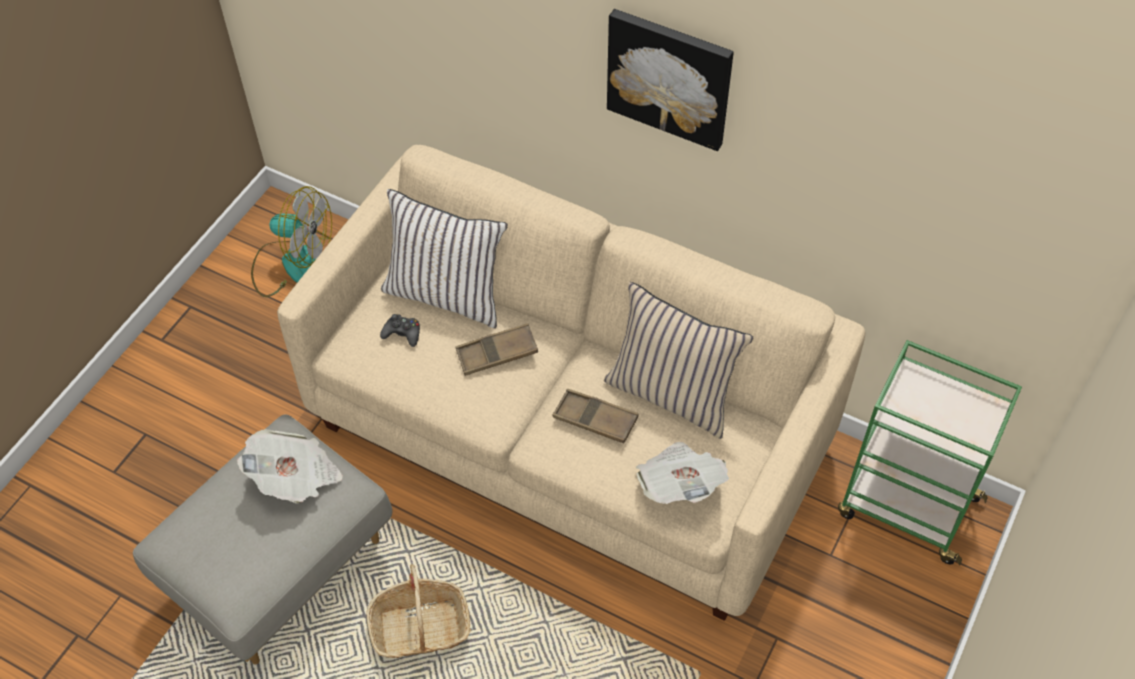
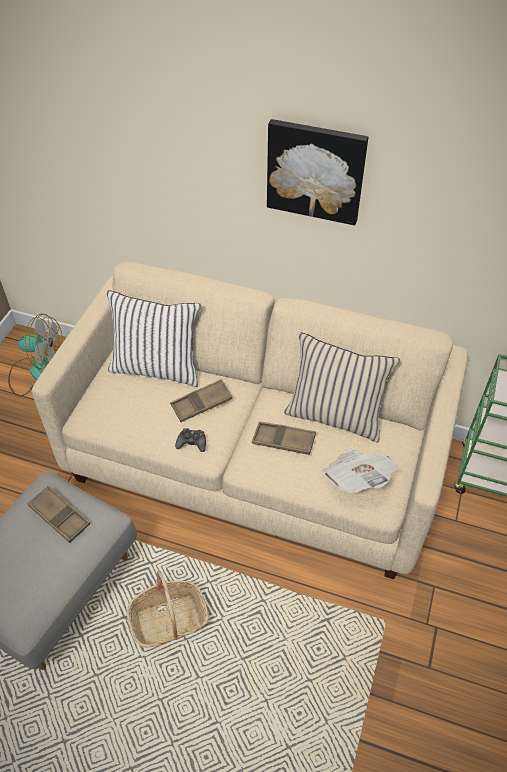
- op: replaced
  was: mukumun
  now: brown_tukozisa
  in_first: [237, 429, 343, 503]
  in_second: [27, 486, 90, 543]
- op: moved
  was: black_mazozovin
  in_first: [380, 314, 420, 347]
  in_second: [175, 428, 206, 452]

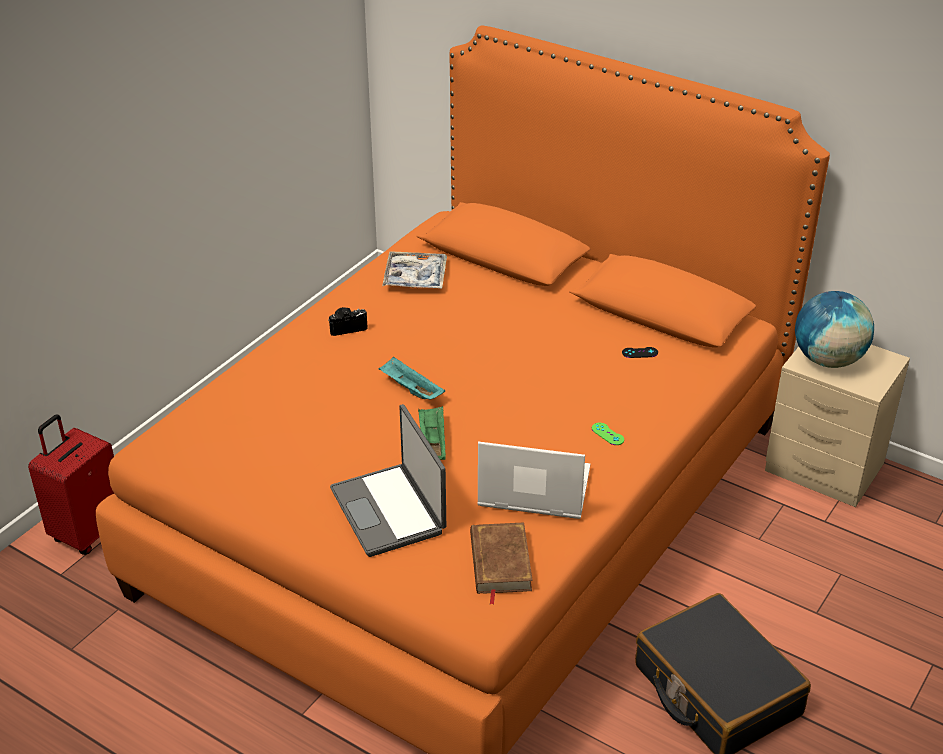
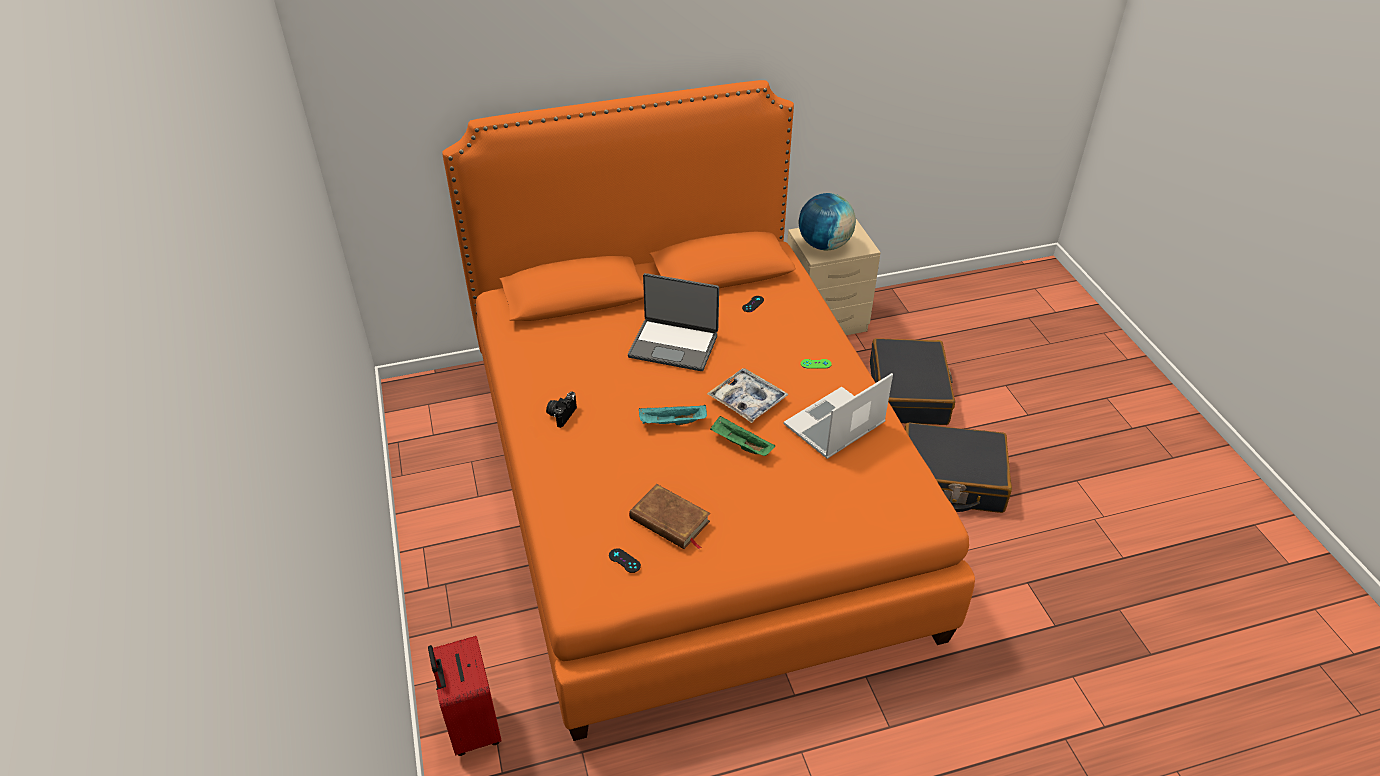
- op: added
  now: black_mazozovin
  in_second: [609, 548, 641, 573]
- op: moved
  was: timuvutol
  in_first: [330, 404, 446, 557]
  in_second: [628, 273, 719, 371]
- op: moved
  was: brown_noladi
  in_first: [470, 523, 533, 605]
  in_second: [629, 484, 710, 550]
- op: moved
  was: tukozisa
  in_first: [382, 251, 447, 289]
  in_second: [707, 368, 789, 423]
- op: added
  now: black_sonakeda
  in_second: [870, 338, 955, 425]

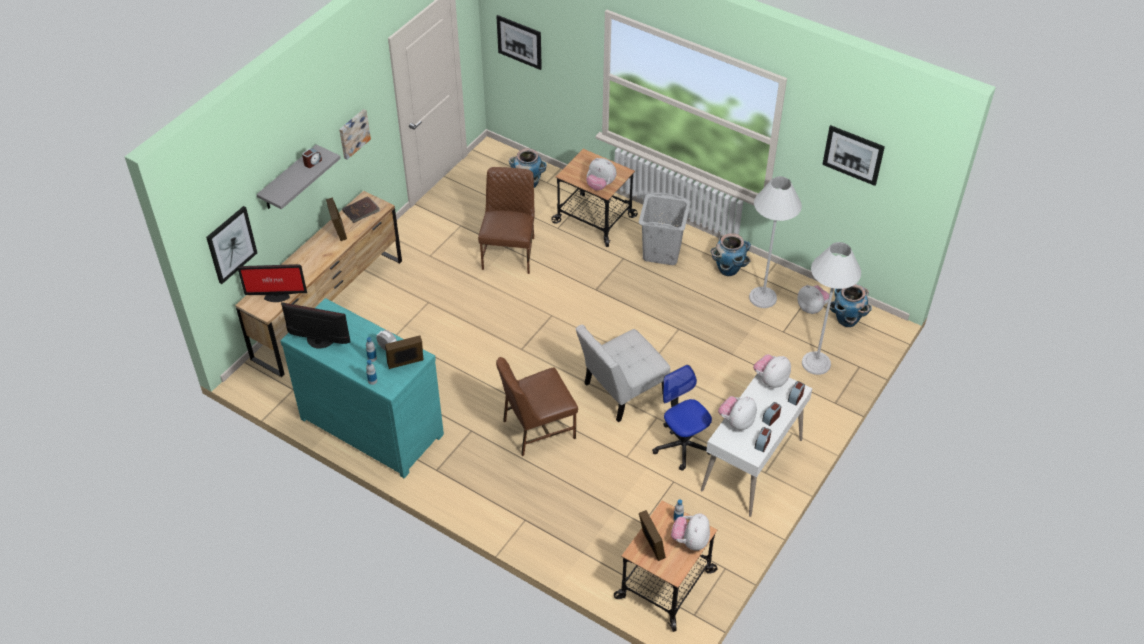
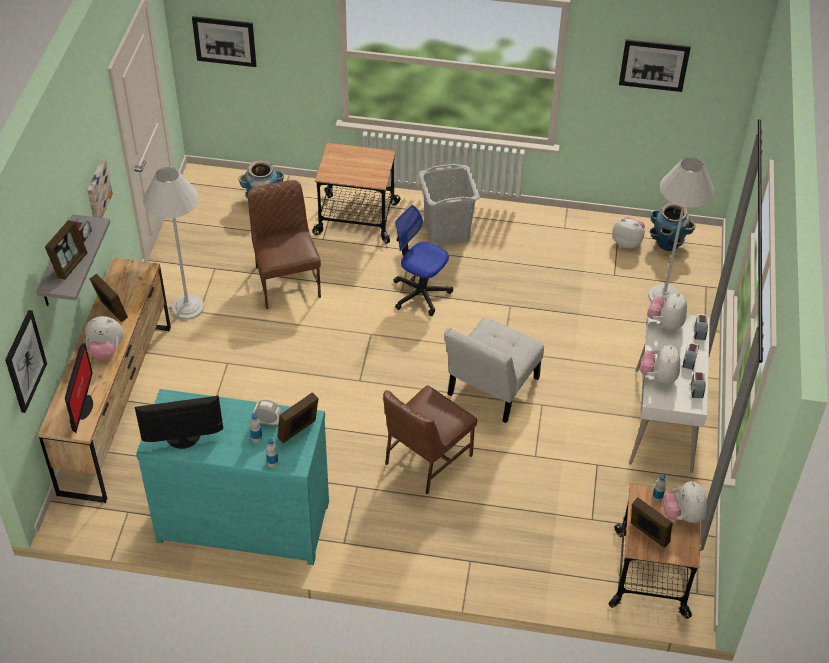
- op: added
  now: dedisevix
  in_second: [45, 220, 88, 280]
- op: turned
  was: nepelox
  in_first: [238, 264, 307, 302]
  in_second: [65, 343, 93, 433]
  clockwise: -60
- op: moved
  was: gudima
  in_first: [586, 158, 616, 191]
  in_second: [85, 316, 123, 359]
- op: moved
  was: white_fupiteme
  in_first: [749, 176, 802, 308]
  in_second: [143, 167, 204, 320]
- op: moved
  was: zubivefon
  in_first: [652, 365, 712, 471]
  in_second: [393, 205, 453, 316]
- op: removed
  was: brown_noladi
  in_first: [342, 197, 380, 223]
- op: removed
  was: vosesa
  in_first: [710, 233, 751, 276]

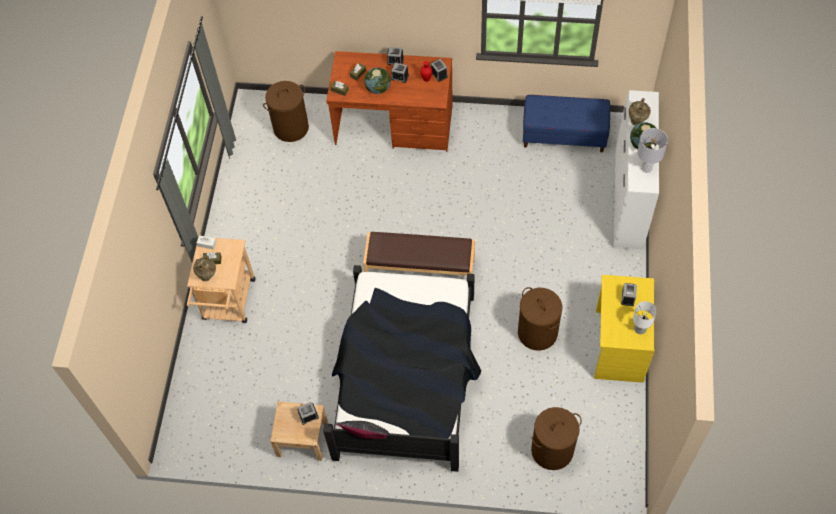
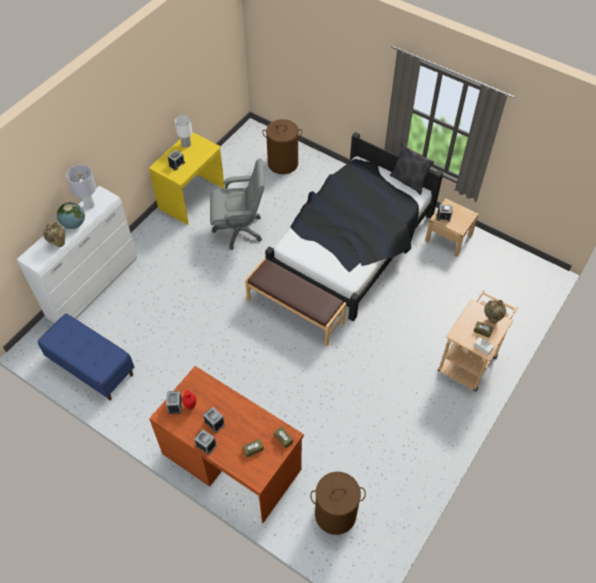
- op: replaced
  was: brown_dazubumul
  now: grey_zubivefon
  in_first: [518, 287, 562, 351]
  in_second: [210, 159, 264, 250]
- op: removed
  was: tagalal
  in_first: [364, 68, 391, 94]

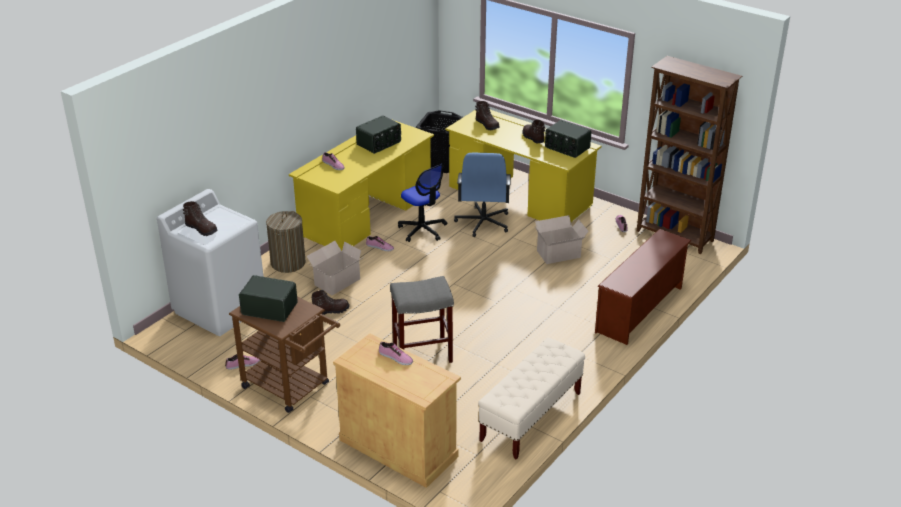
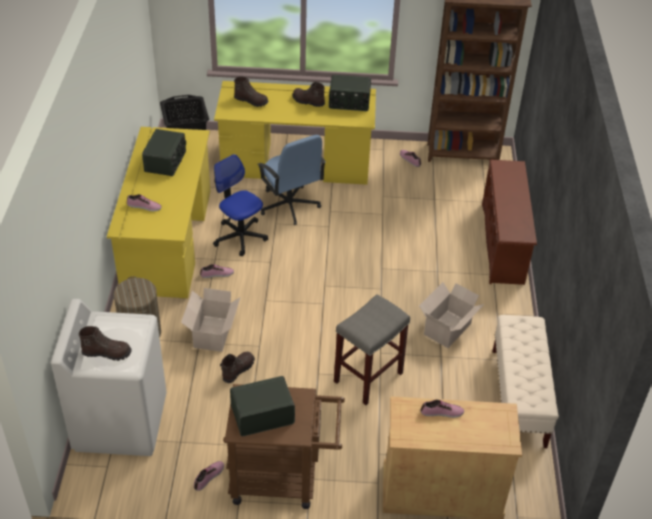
- op: turned
  was: zubivefon
  in_first: [398, 164, 447, 242]
  in_second: [213, 154, 268, 256]
  clockwise: -150
- op: moved
  was: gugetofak
  in_first: [535, 215, 589, 264]
  in_second: [419, 282, 484, 348]

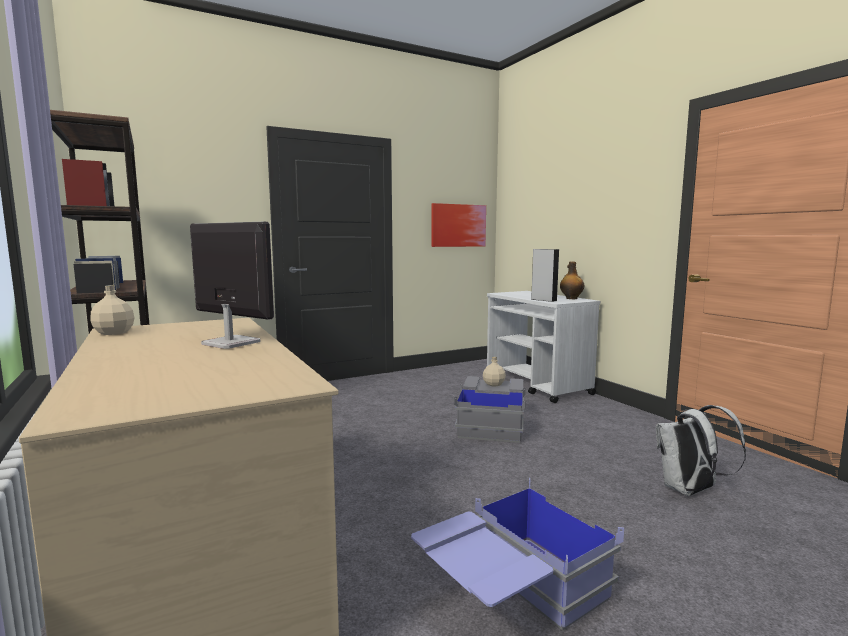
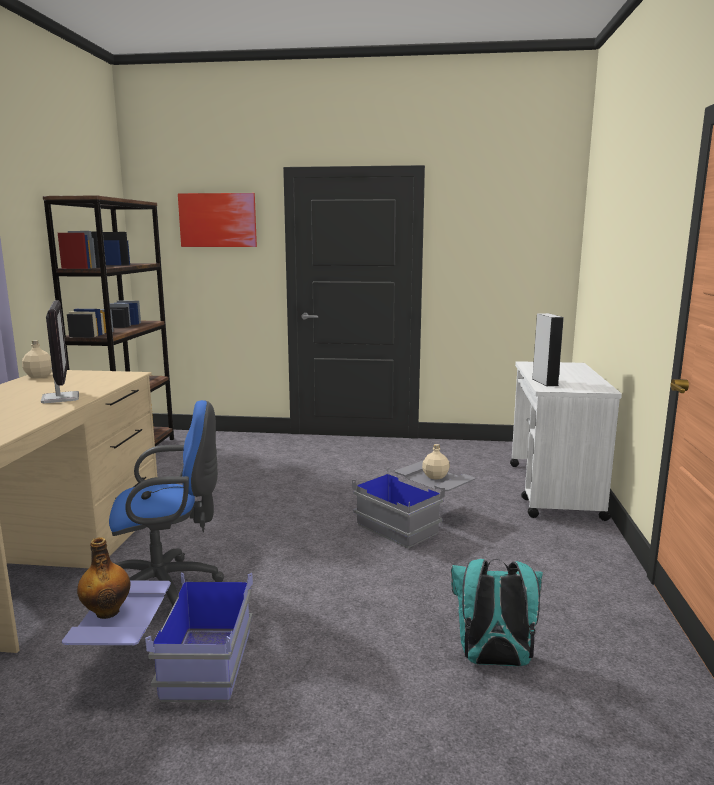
- op: moved
  was: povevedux
  in_first: [560, 261, 584, 299]
  in_second: [77, 537, 130, 619]
- op: added
  now: blue_zubivefon
  in_second: [109, 400, 224, 608]
- op: moved
  was: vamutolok
  in_first: [432, 203, 486, 247]
  in_second: [178, 193, 257, 247]
- op: recoloured
  was: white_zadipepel
  now: turquoise_zadipepel
  in_first: [656, 405, 746, 496]
  in_second: [451, 559, 543, 666]

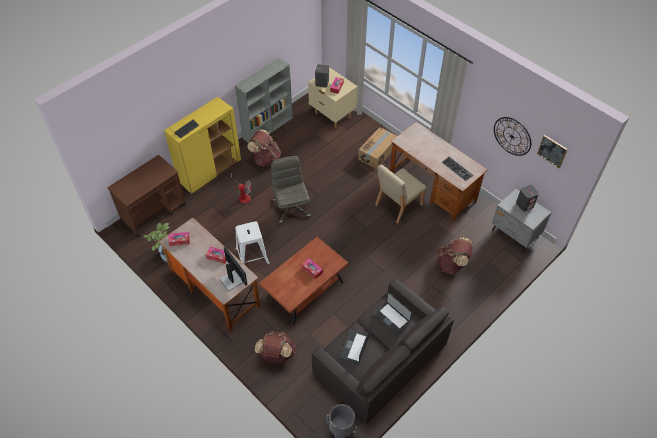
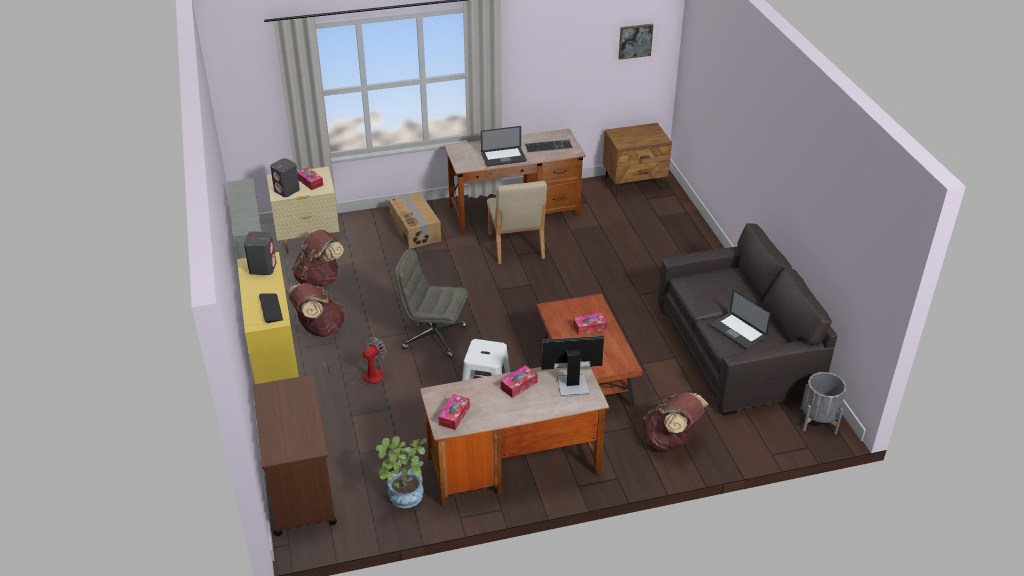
- op: moved
  was: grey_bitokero
  in_first: [516, 185, 539, 211]
  in_second: [244, 232, 276, 275]
- op: moved
  was: brown_zadipepel
  in_first: [436, 237, 473, 274]
  in_second: [292, 229, 344, 287]
- op: moved
  was: timuvutol
  in_first: [373, 292, 412, 335]
  in_second: [481, 126, 527, 166]
- op: recoloured
  was: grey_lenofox
  now: brown_lenofox
  in_first: [492, 189, 552, 253]
  in_second: [602, 123, 672, 197]
- op: removed
  was: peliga
  in_first: [494, 117, 531, 156]

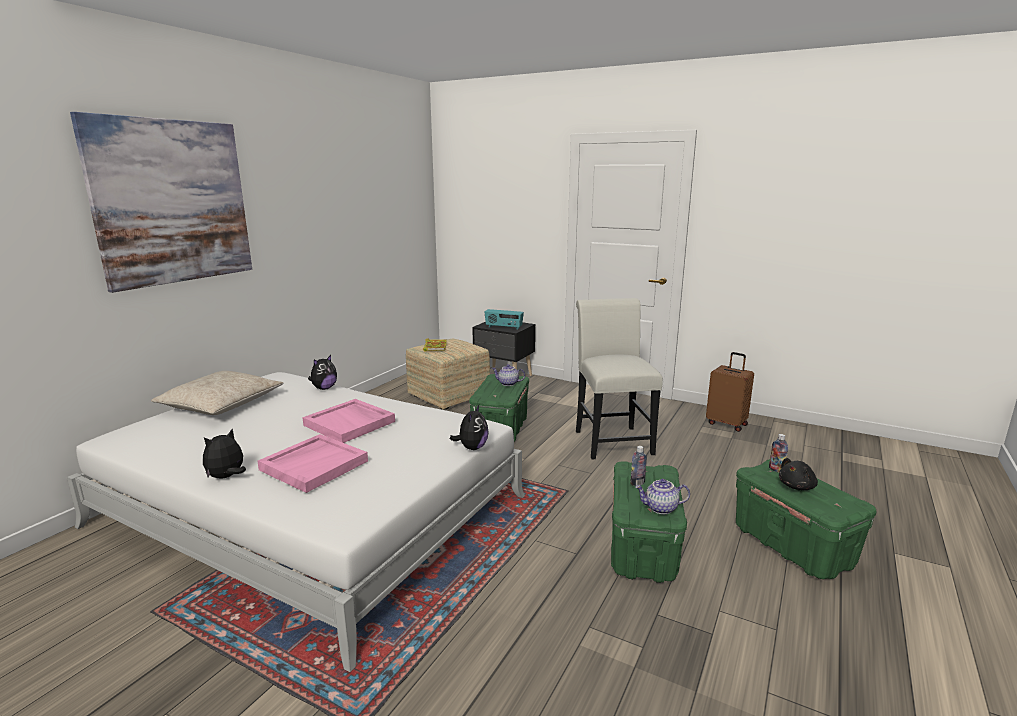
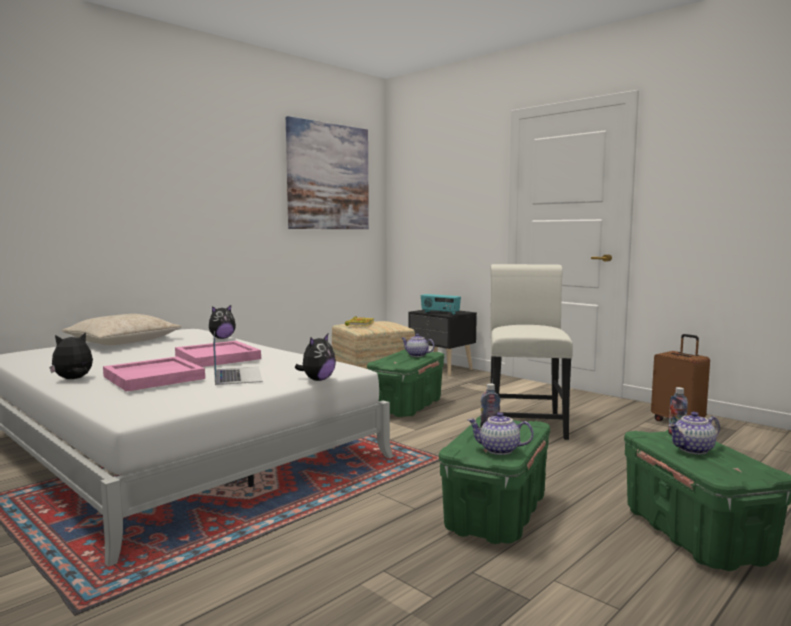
- op: added
  now: timuvutol
  in_second: [213, 331, 263, 385]
- op: moved
  was: vamutolok
  in_first: [70, 112, 252, 293]
  in_second: [286, 116, 369, 229]
- op: replaced
  was: black_gudima
  now: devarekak
  in_first: [779, 458, 818, 490]
  in_second: [668, 412, 720, 454]

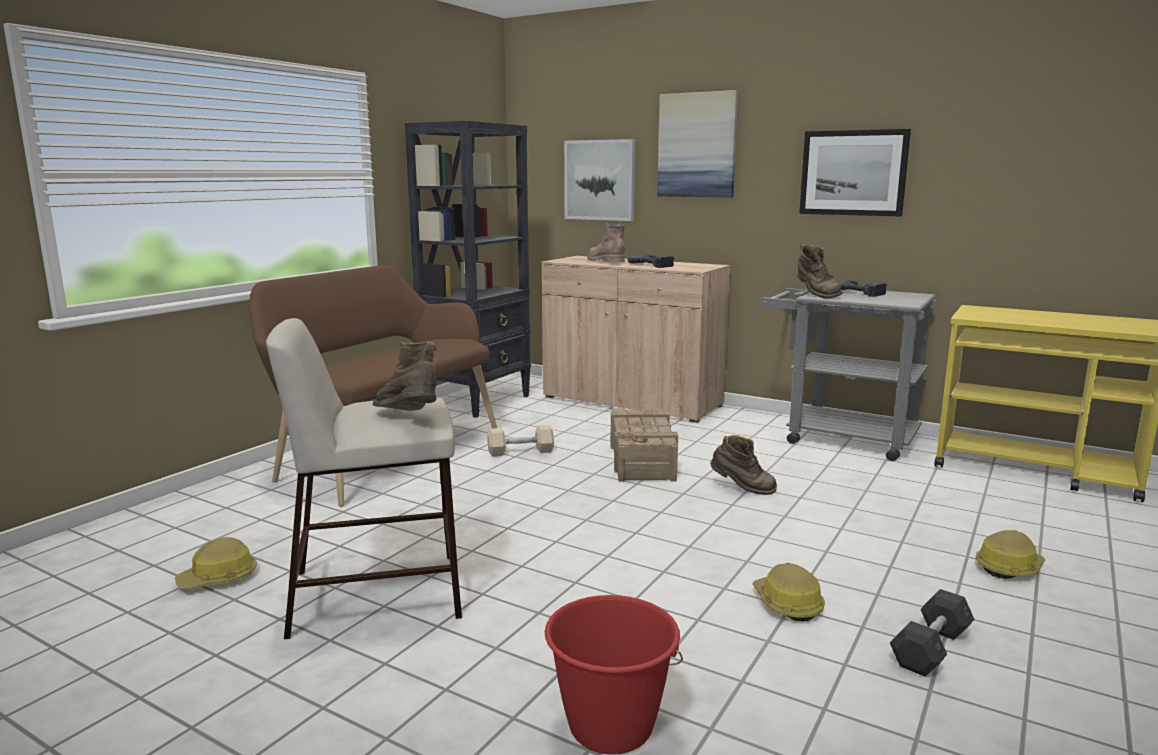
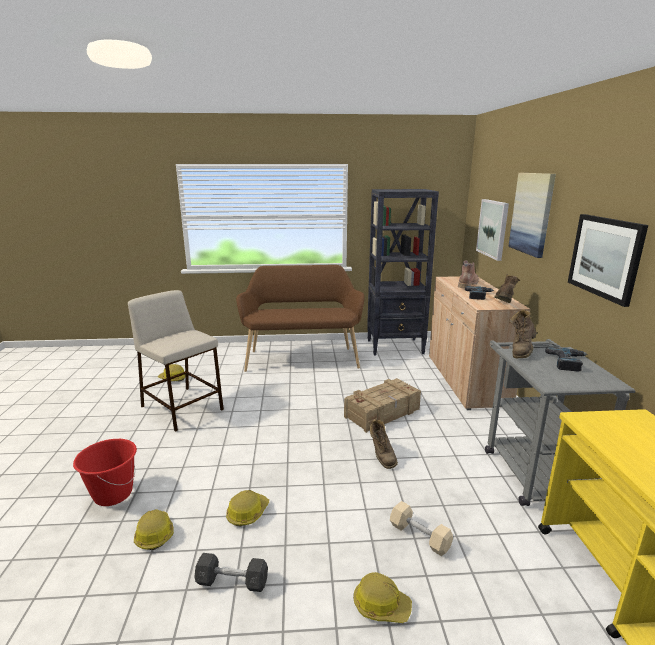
- op: added
  now: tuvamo
  in_second: [134, 509, 174, 550]
- op: moved
  was: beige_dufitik
  in_first: [487, 425, 554, 456]
  in_second: [390, 501, 453, 556]
- op: moved
  was: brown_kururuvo
  in_first: [372, 341, 437, 411]
  in_second: [494, 274, 520, 303]

